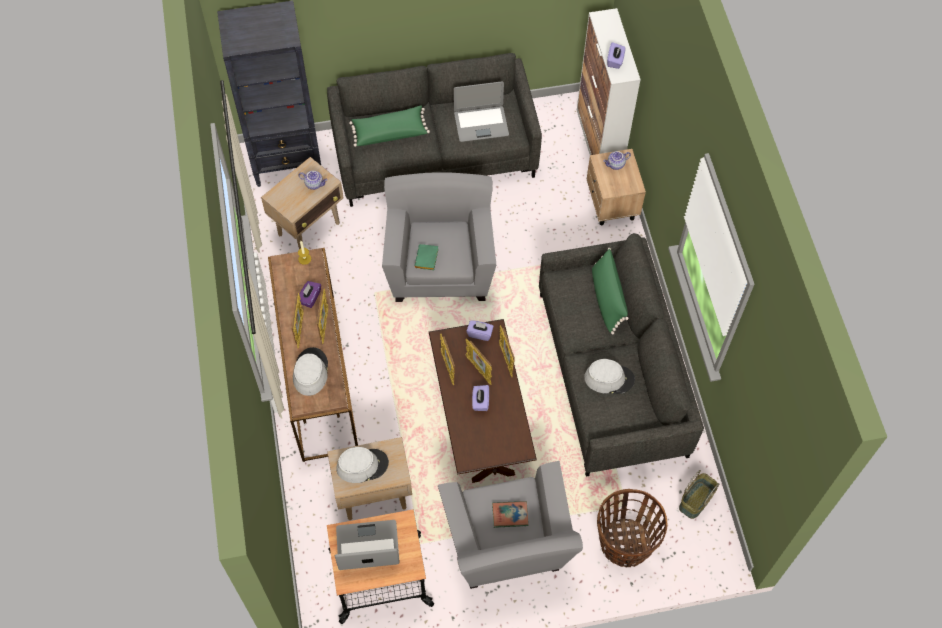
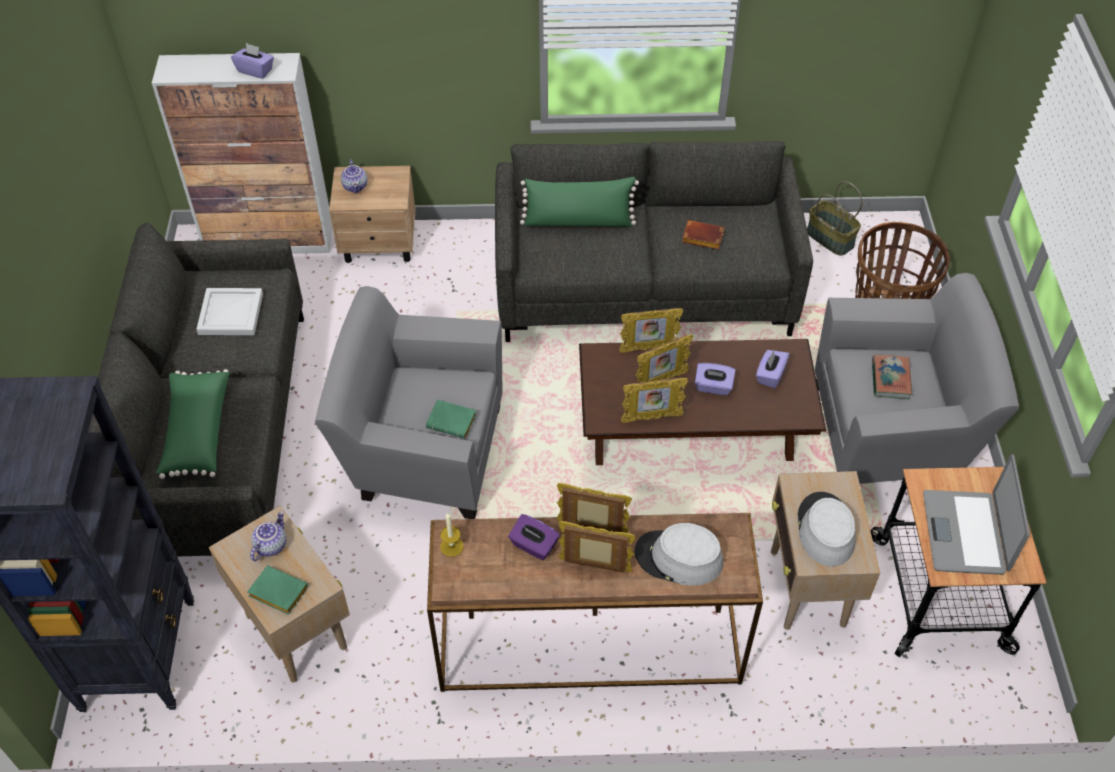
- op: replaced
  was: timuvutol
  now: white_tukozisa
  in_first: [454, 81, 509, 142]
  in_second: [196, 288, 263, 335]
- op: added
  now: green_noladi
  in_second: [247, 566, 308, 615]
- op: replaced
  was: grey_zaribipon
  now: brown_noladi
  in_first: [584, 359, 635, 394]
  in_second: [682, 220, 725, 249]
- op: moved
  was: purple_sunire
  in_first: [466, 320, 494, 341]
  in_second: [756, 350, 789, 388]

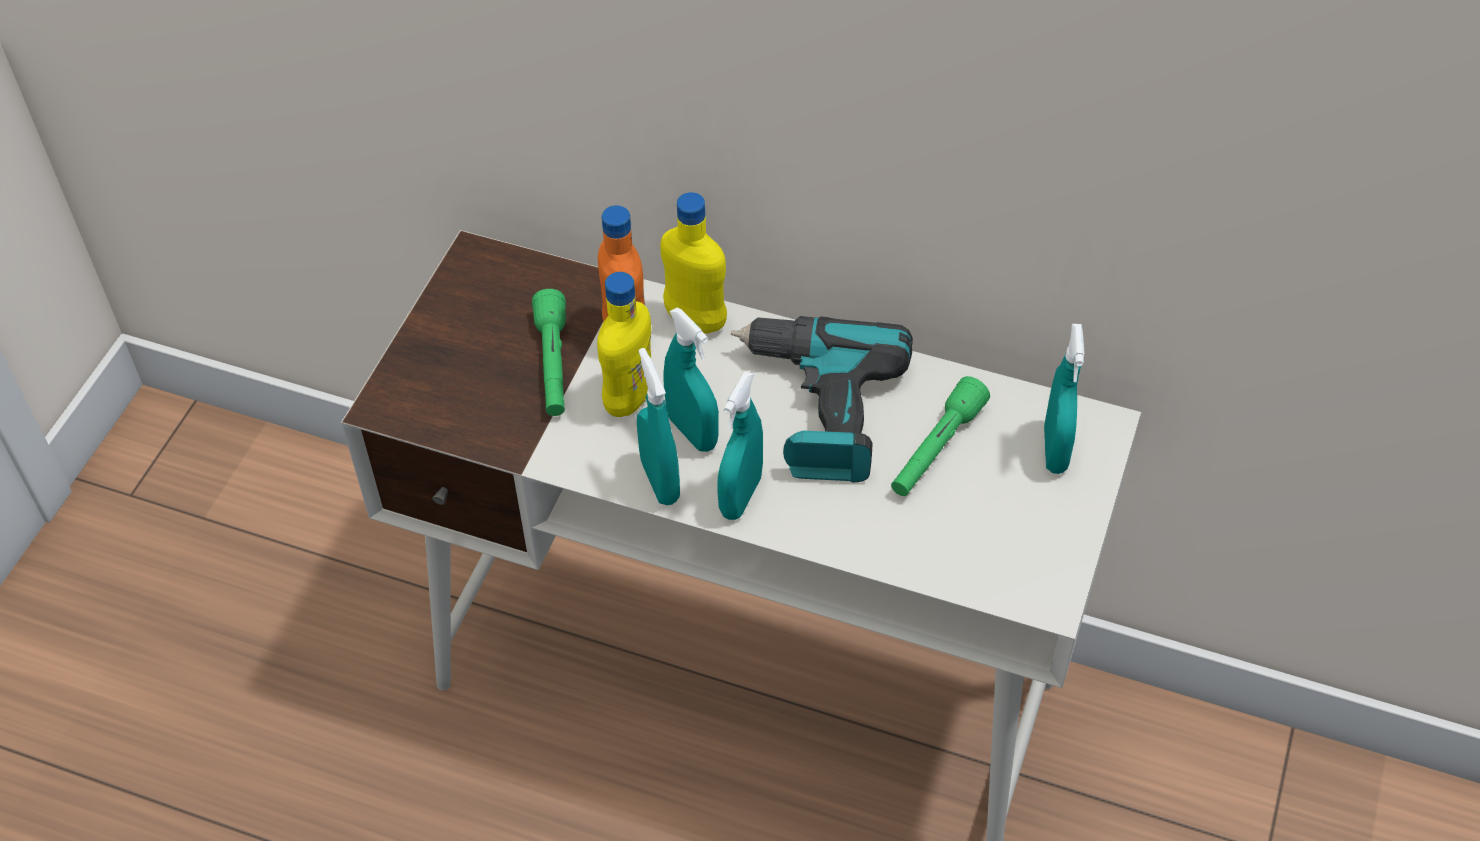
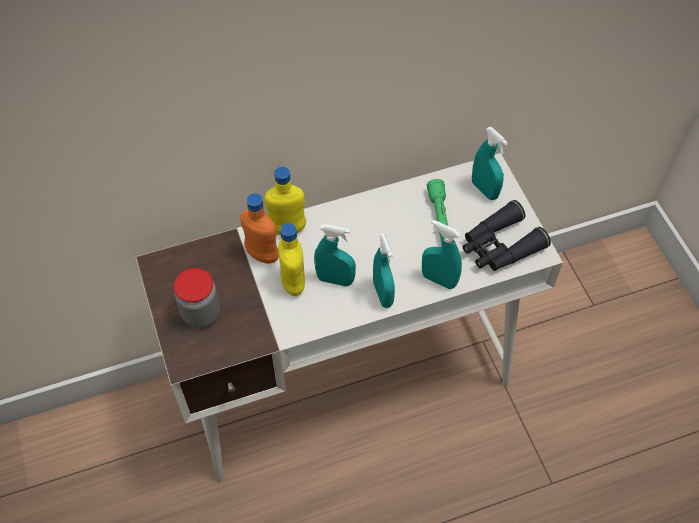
- op: added
  now: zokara
  in_second: [174, 268, 220, 328]
- op: moved
  was: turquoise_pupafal
  in_first: [637, 348, 680, 505]
  in_second: [422, 220, 462, 289]
- op: added
  now: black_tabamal
  in_second: [463, 200, 551, 271]
- op: removed
  was: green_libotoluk
  in_first: [532, 289, 566, 416]
- op: removed
  was: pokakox
  in_first: [731, 316, 913, 483]

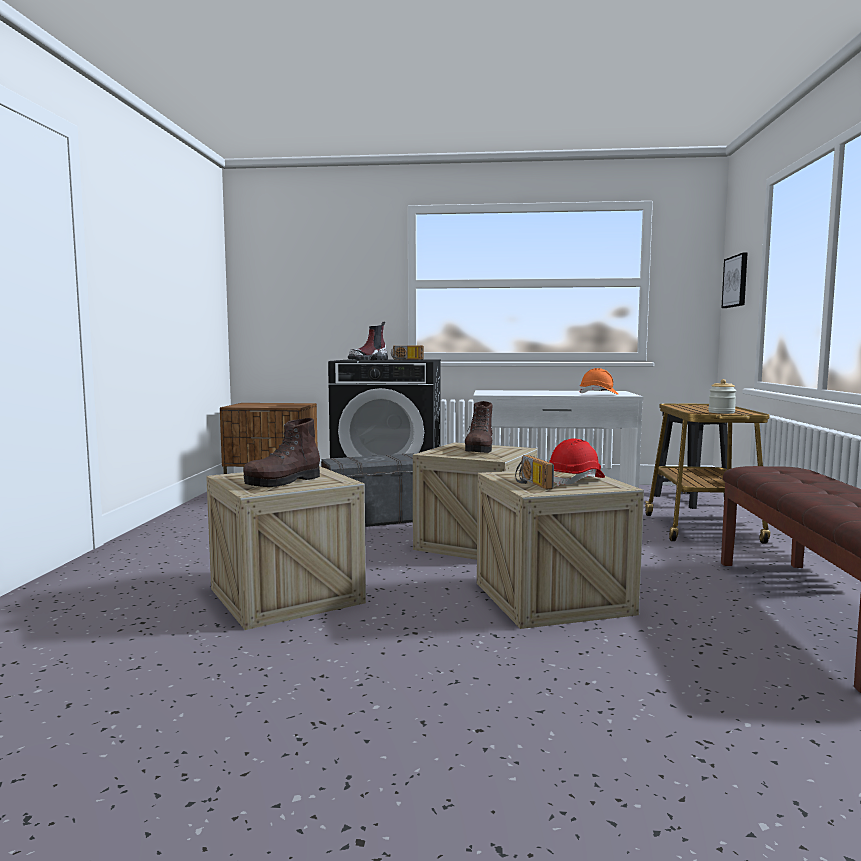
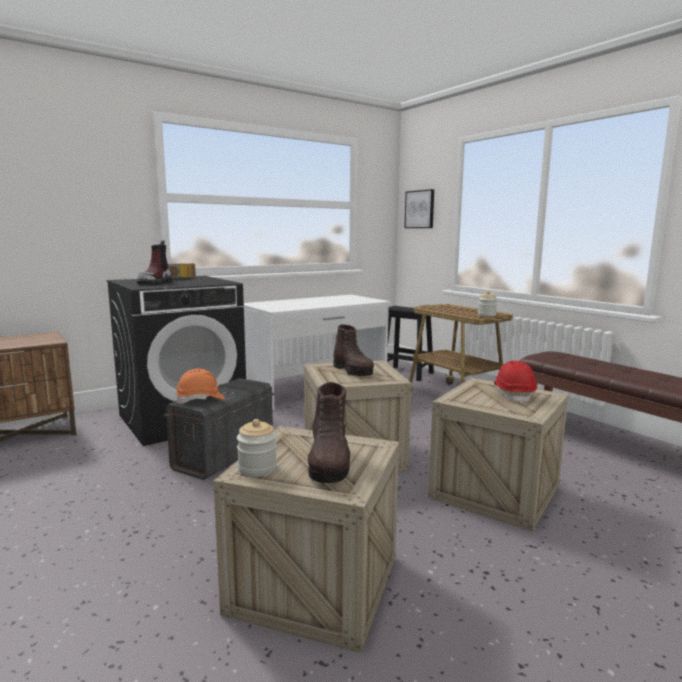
- op: moved
  was: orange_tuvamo
  in_first: [579, 368, 618, 395]
  in_second: [176, 369, 225, 404]
- op: added
  now: zokara
  in_second: [237, 419, 277, 477]
- op: removed
  was: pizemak
  in_first: [515, 455, 554, 489]

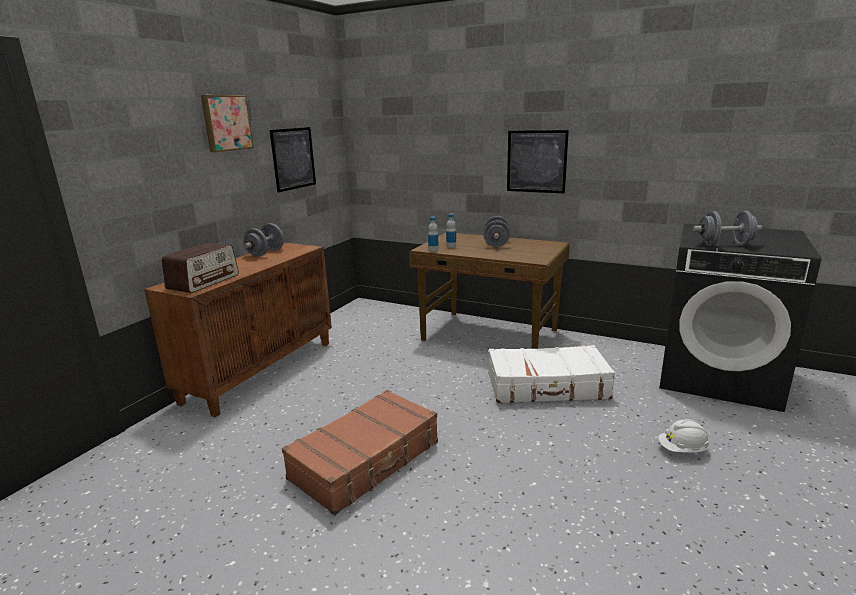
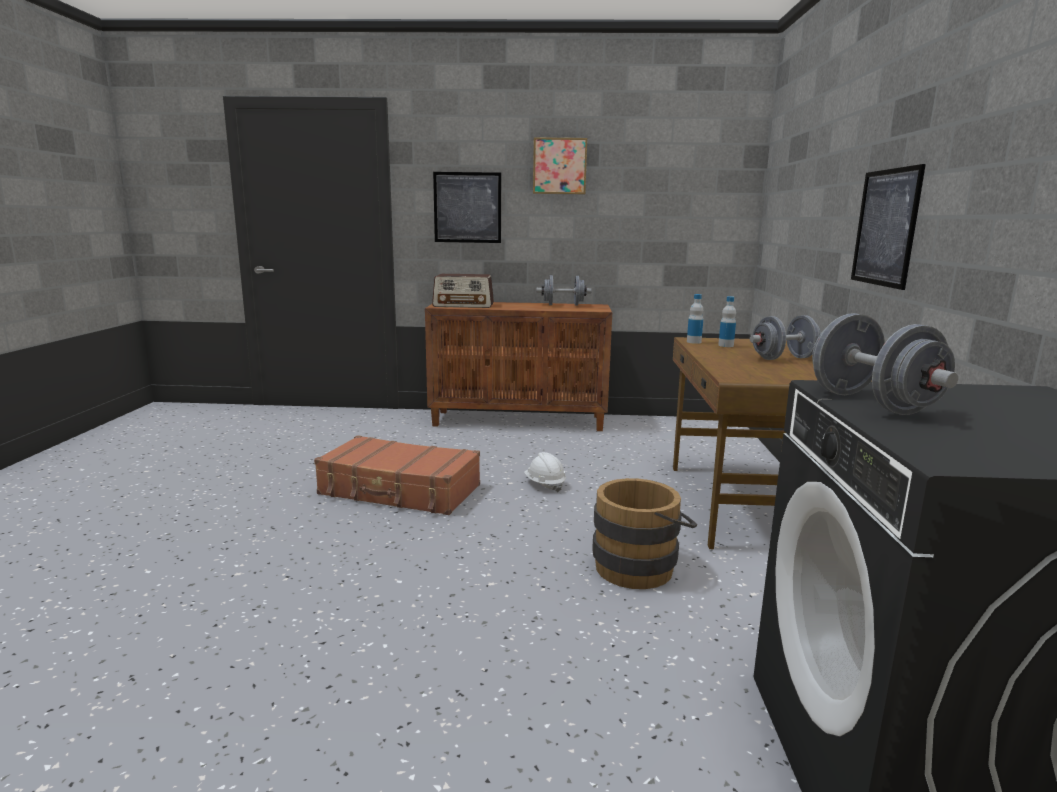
- op: moved
  was: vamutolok
  in_first: [269, 127, 316, 192]
  in_second: [433, 172, 501, 243]
- op: moved
  was: white_tuvamo
  in_first: [658, 419, 710, 453]
  in_second: [524, 452, 566, 493]
- op: replaced
  was: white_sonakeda
  now: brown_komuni
  in_first: [489, 345, 615, 403]
  in_second: [592, 478, 697, 589]

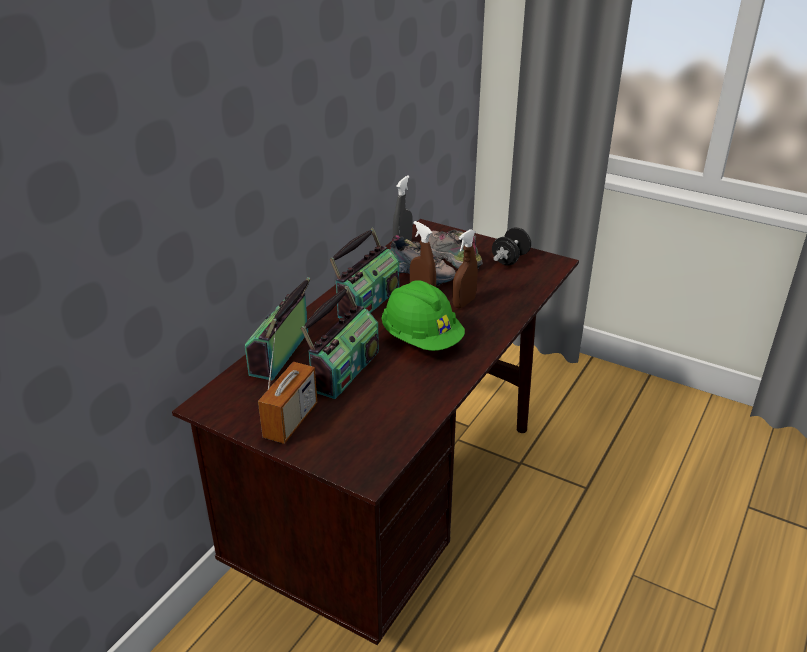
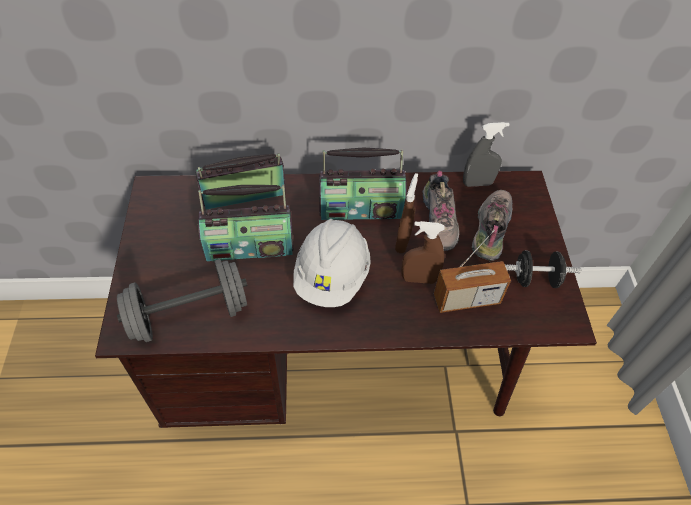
- op: added
  now: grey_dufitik
  in_second: [117, 259, 247, 342]
- op: recoloured
  was: green_tuvamo
  now: white_tuvamo
  in_first: [381, 280, 465, 351]
  in_second: [293, 219, 371, 307]
- op: moved
  was: pizemak
  in_first: [258, 329, 317, 444]
  in_second: [434, 230, 511, 313]

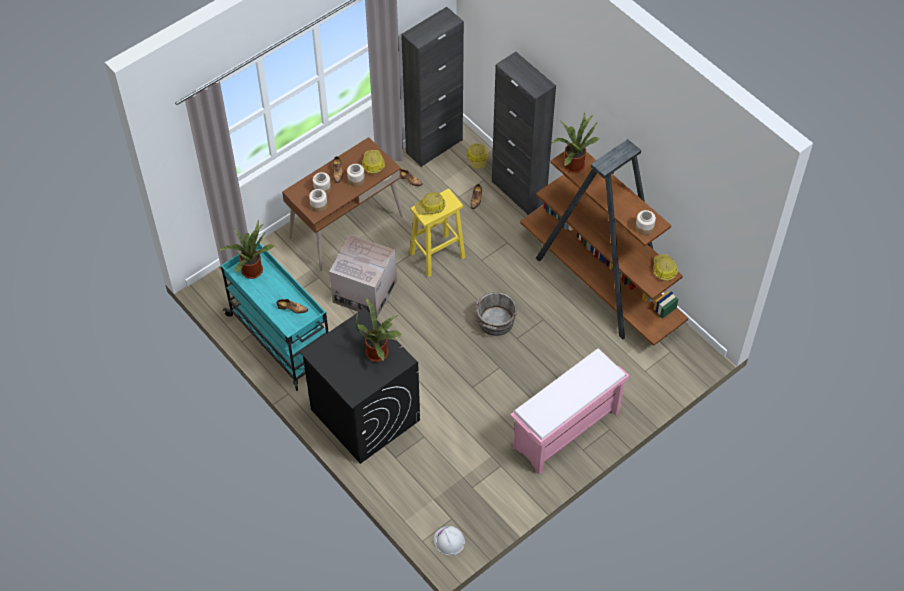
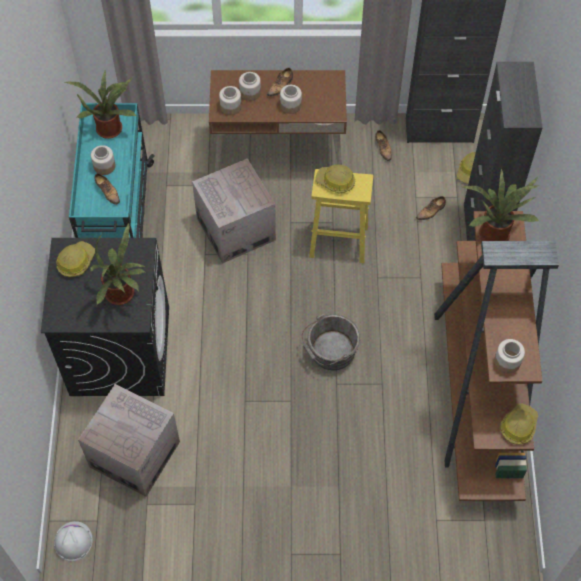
- op: moved
  was: tuvamo
  in_first: [362, 150, 385, 174]
  in_second: [56, 241, 95, 277]
- op: added
  now: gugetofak
  in_second: [78, 384, 180, 497]
- op: added
  now: zokara
  in_second: [91, 145, 115, 175]
- op: removed
  was: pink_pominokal
  in_first: [510, 349, 629, 474]

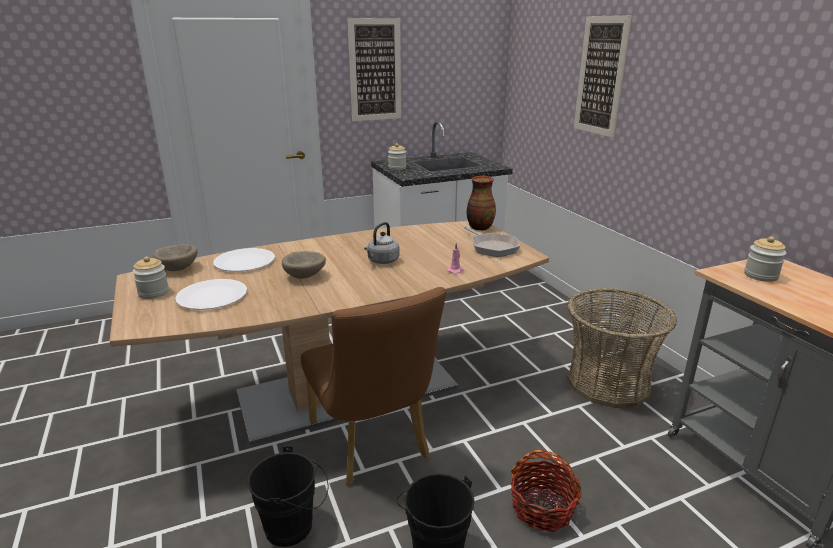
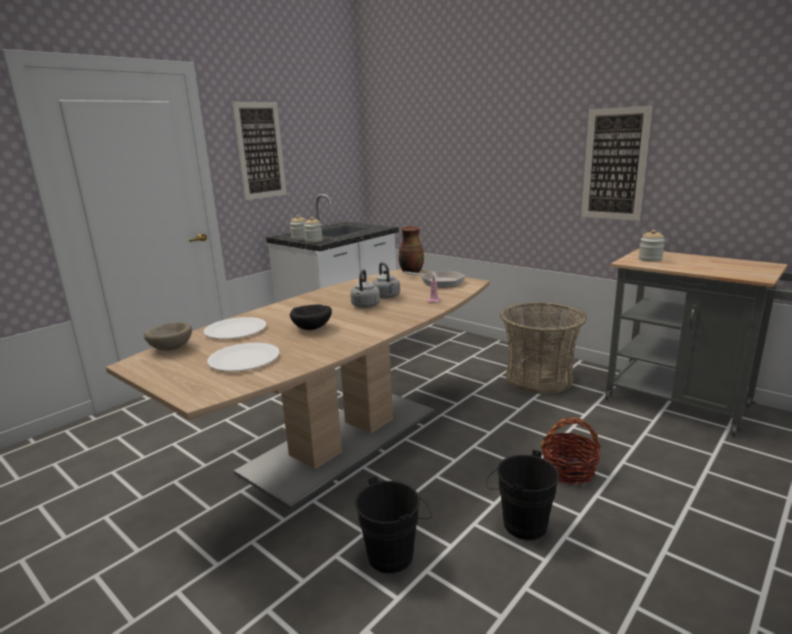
- op: recoloured
  was: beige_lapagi
  now: black_lapagi
  in_first: [282, 251, 326, 279]
  in_second: [290, 304, 332, 330]
- op: moved
  was: zokara
  in_first: [132, 256, 169, 299]
  in_second: [304, 217, 323, 243]
- op: added
  now: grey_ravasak
  in_second: [372, 262, 400, 299]
- op: moved
  was: vamutolok
  in_first: [574, 15, 632, 138]
  in_second: [581, 106, 652, 221]
- op: removed
  was: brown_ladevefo
  in_first: [301, 287, 446, 485]

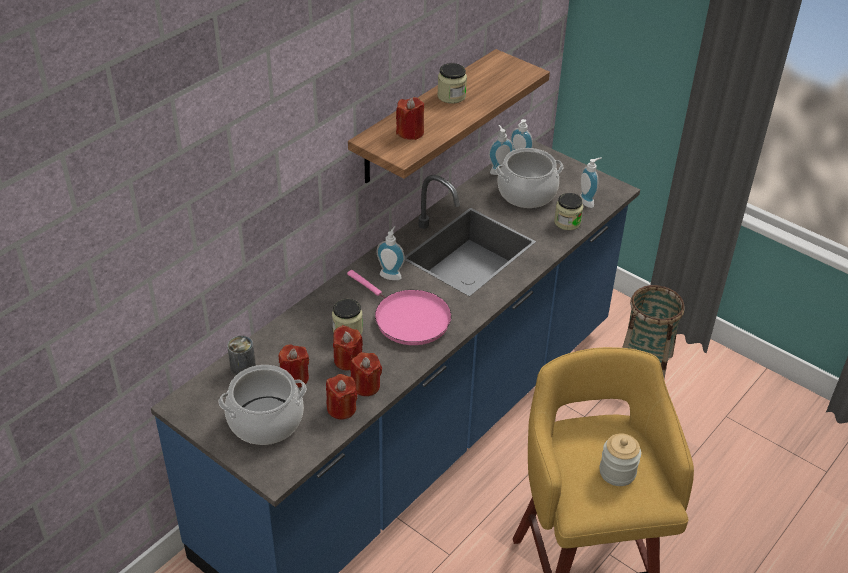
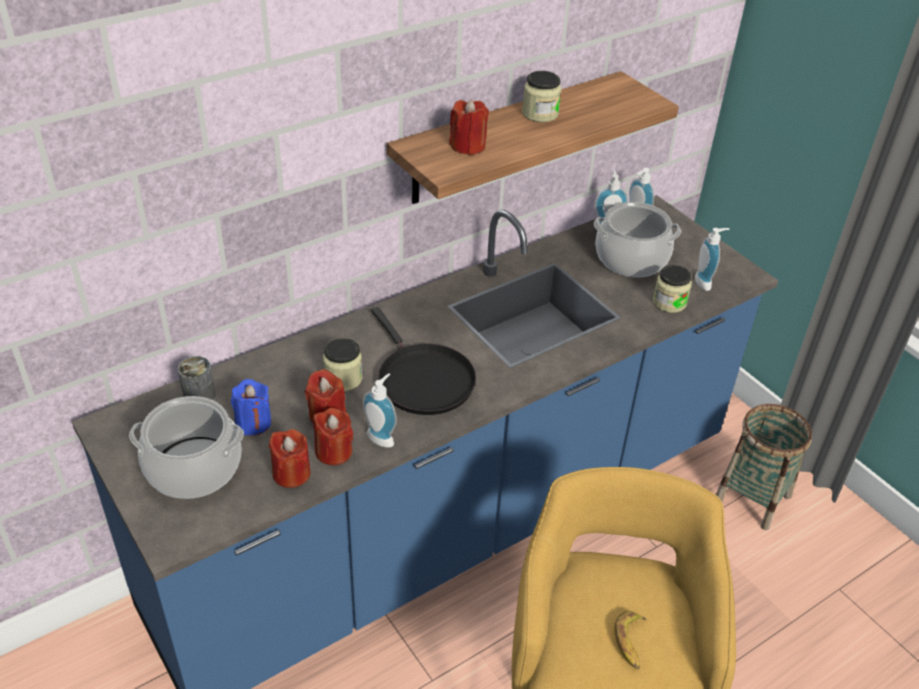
- op: recoloured
  was: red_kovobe
  now: blue_kovobe
  in_first: [279, 344, 309, 388]
  in_second: [231, 379, 271, 436]
- op: moved
  was: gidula
  in_first: [377, 226, 405, 280]
  in_second: [363, 373, 397, 448]
- op: recoloured
  was: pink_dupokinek
  now: black_dupokinek
  in_first: [347, 270, 452, 345]
  in_second: [371, 307, 476, 415]
- op: replaced
  was: zokara
  now: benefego
  in_first: [599, 433, 641, 486]
  in_second: [614, 611, 646, 669]

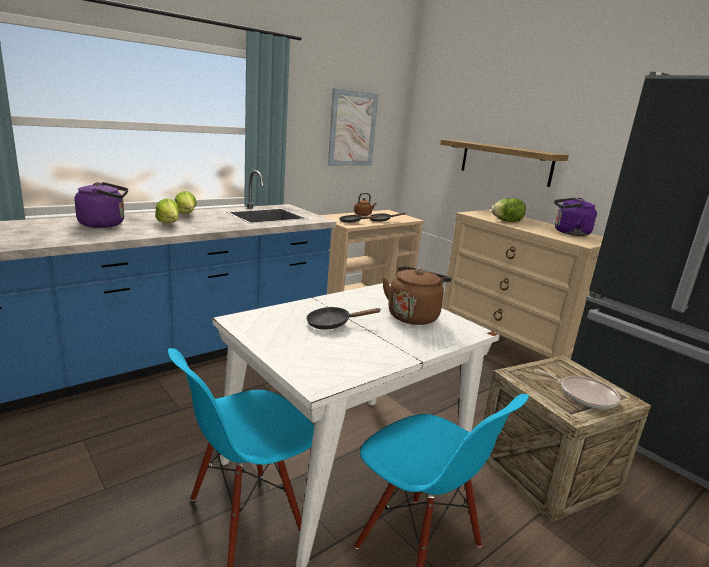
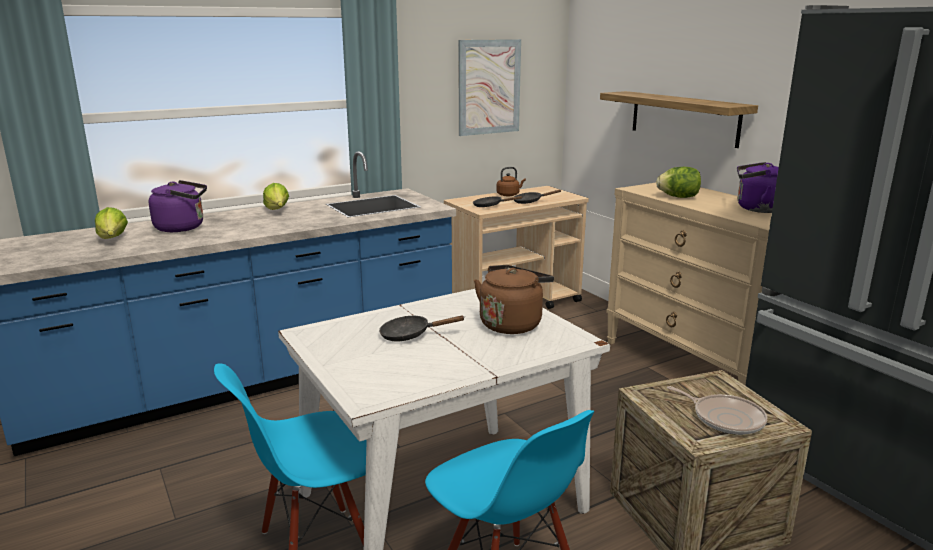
- op: moved
  was: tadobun
  in_first: [155, 198, 180, 224]
  in_second: [95, 207, 128, 239]

